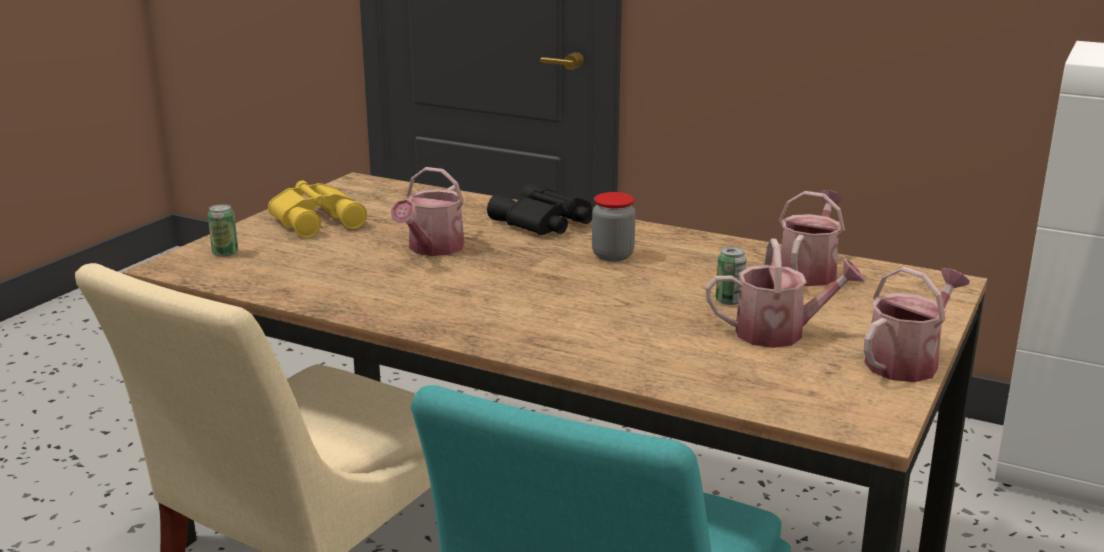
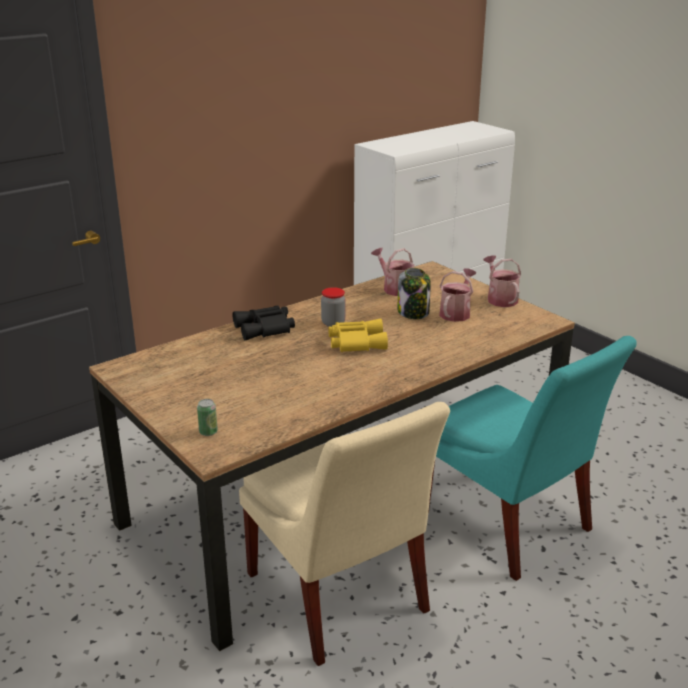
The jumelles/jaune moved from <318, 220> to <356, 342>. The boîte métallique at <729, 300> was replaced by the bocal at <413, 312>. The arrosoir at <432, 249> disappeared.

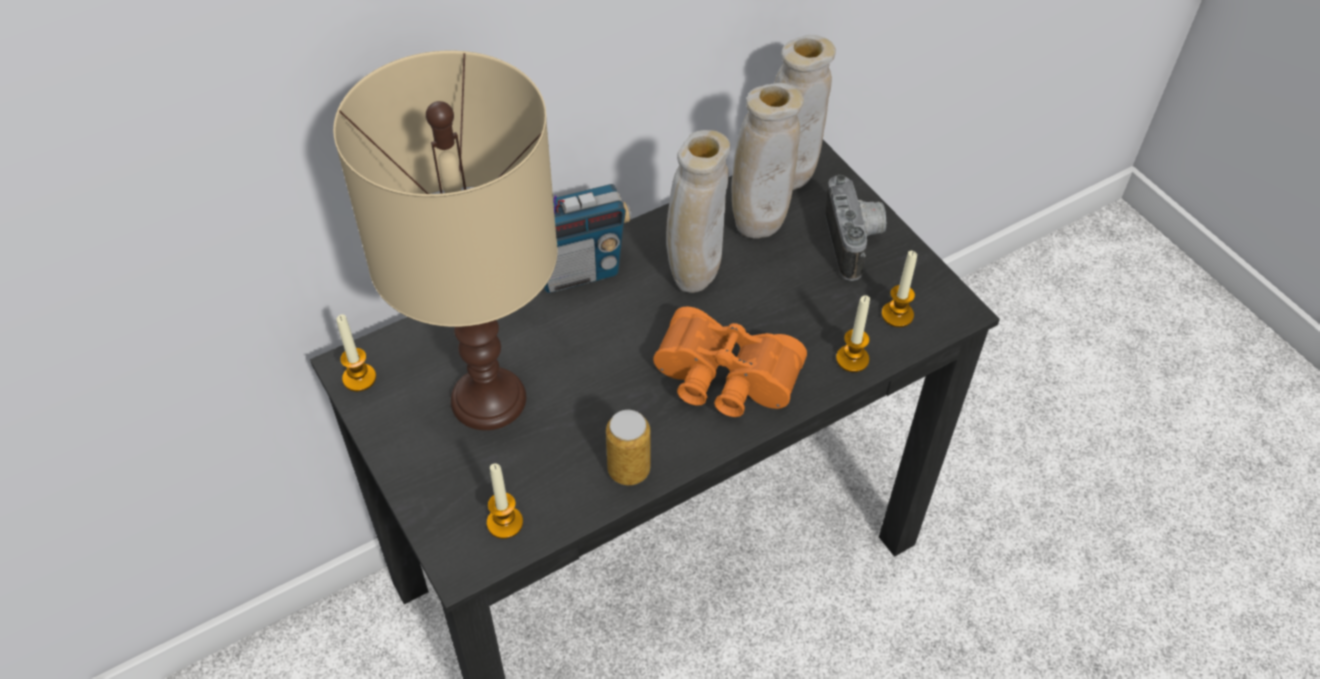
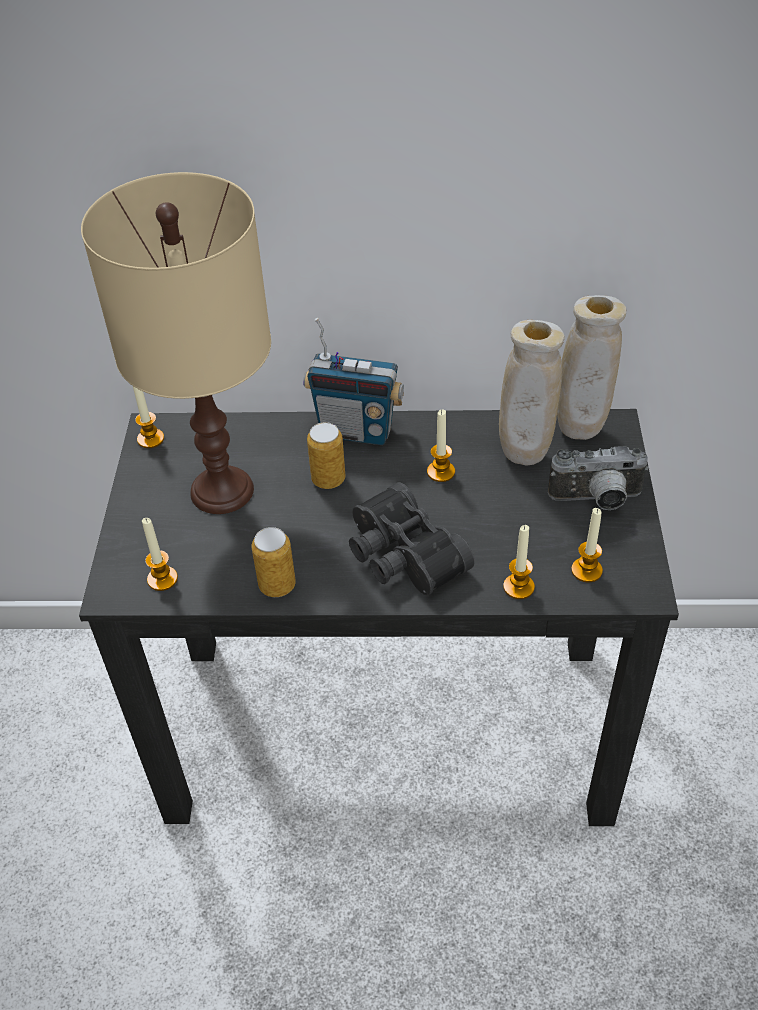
The boîte métallique at <328, 479> appeared. The jumelles/orange at <724, 381> became the jumelles/noir at <401, 556>. The vase/beige at <693, 278> was replaced by the bougie at <441, 472>. The appareil photo at <855, 243> turned 60 degrees clockwise.

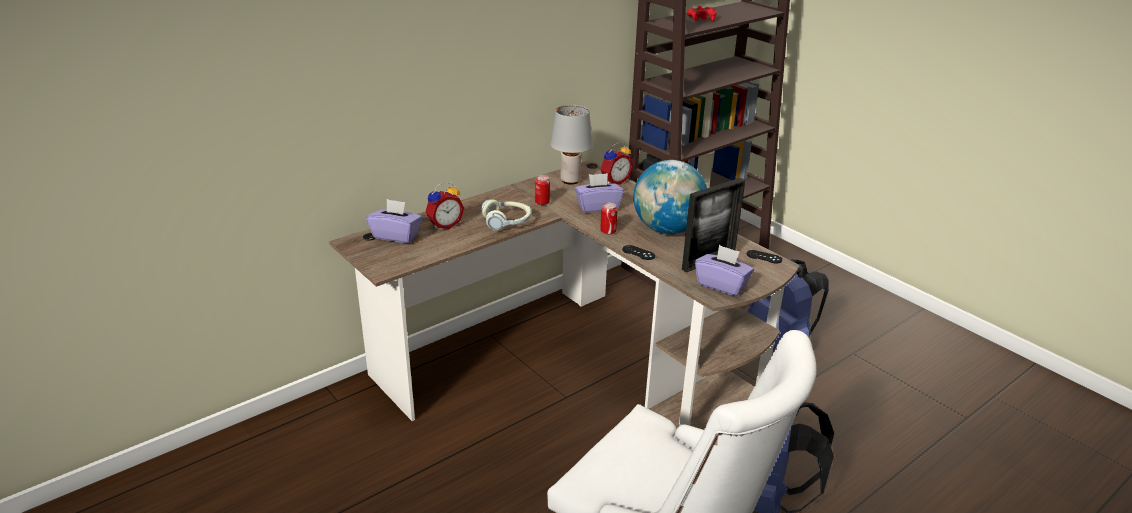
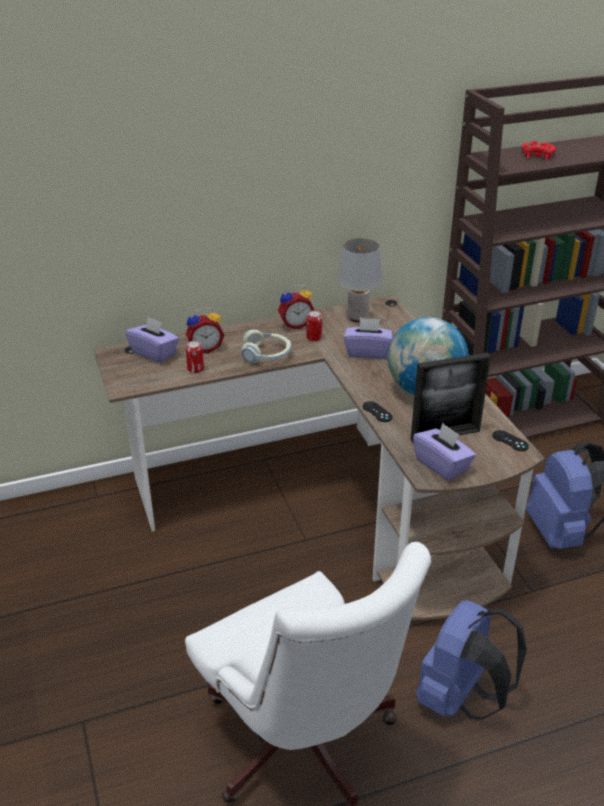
The boîte métallique moved from <608, 231> to <195, 369>. The réveil moved from <614, 181> to <295, 324>.

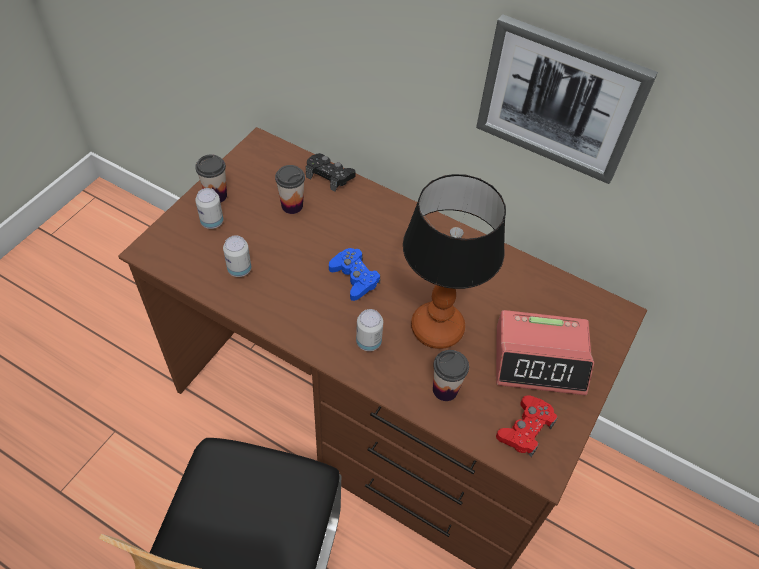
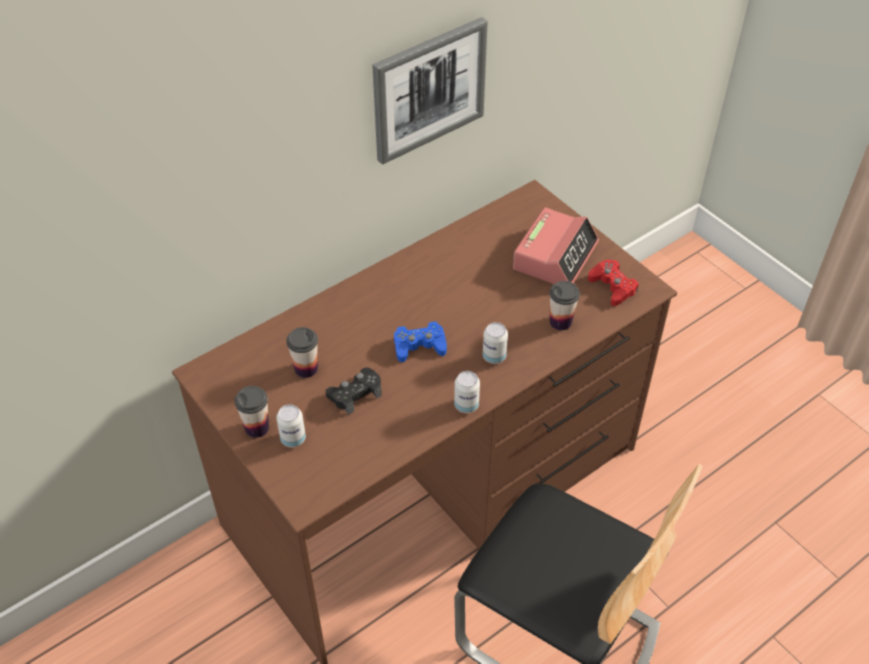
The manette/noir moved from <329, 175> to <355, 394>. The boîte métallique moved from <239, 269> to <466, 405>. The lampe de table at <438, 328> disappeared.

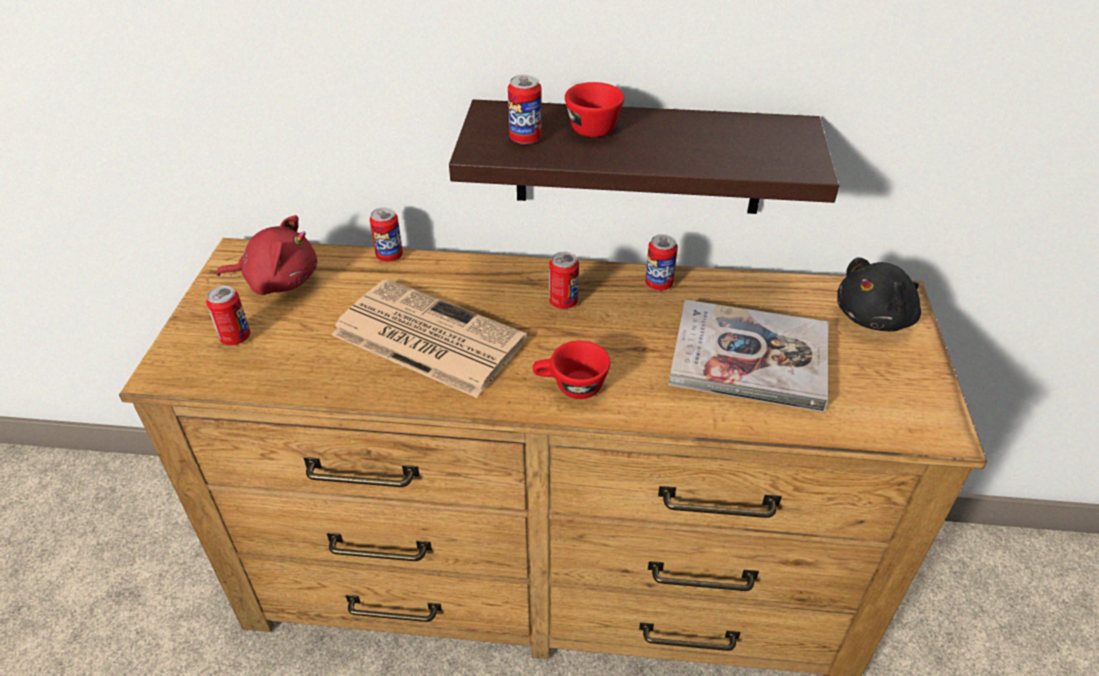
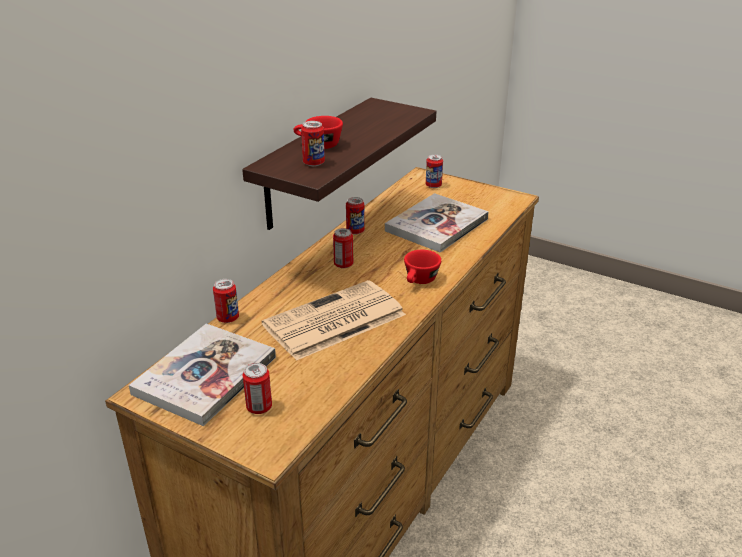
The peluche/rouge at <278, 280> was replaced by the livre at <205, 375>. The peluche/noir at <876, 317> was replaced by the boîte métallique at <433, 185>.

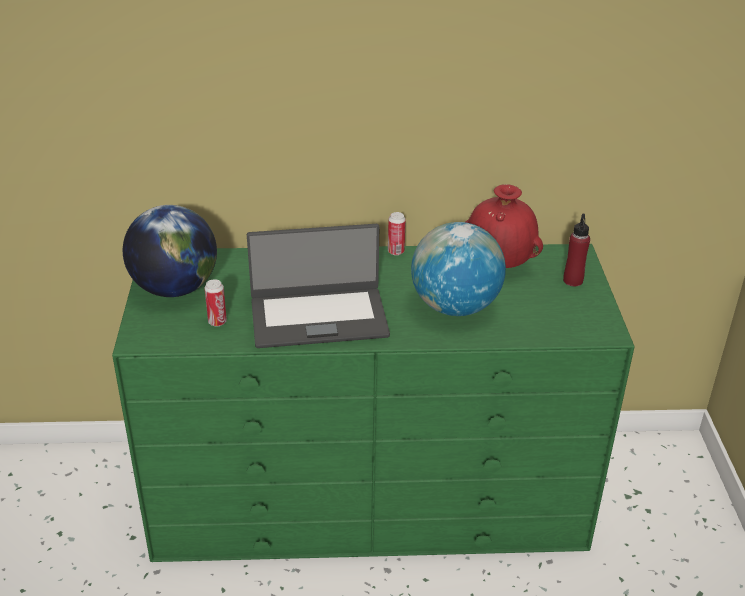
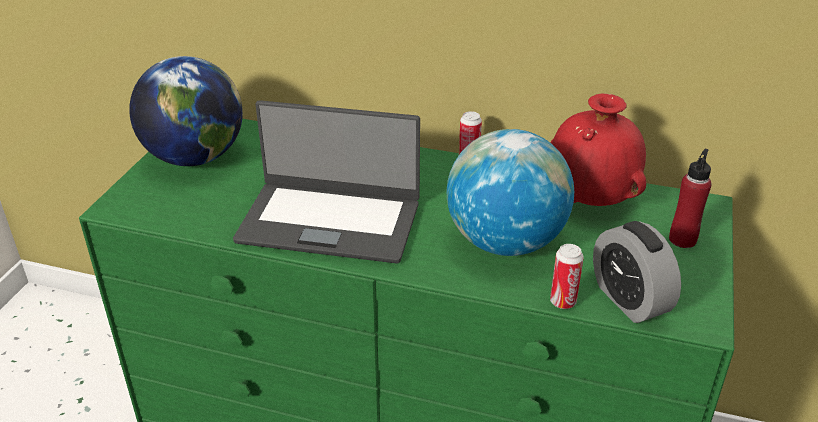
The boîte métallique moved from <217, 322> to <563, 302>. The réveil at <629, 299> appeared.

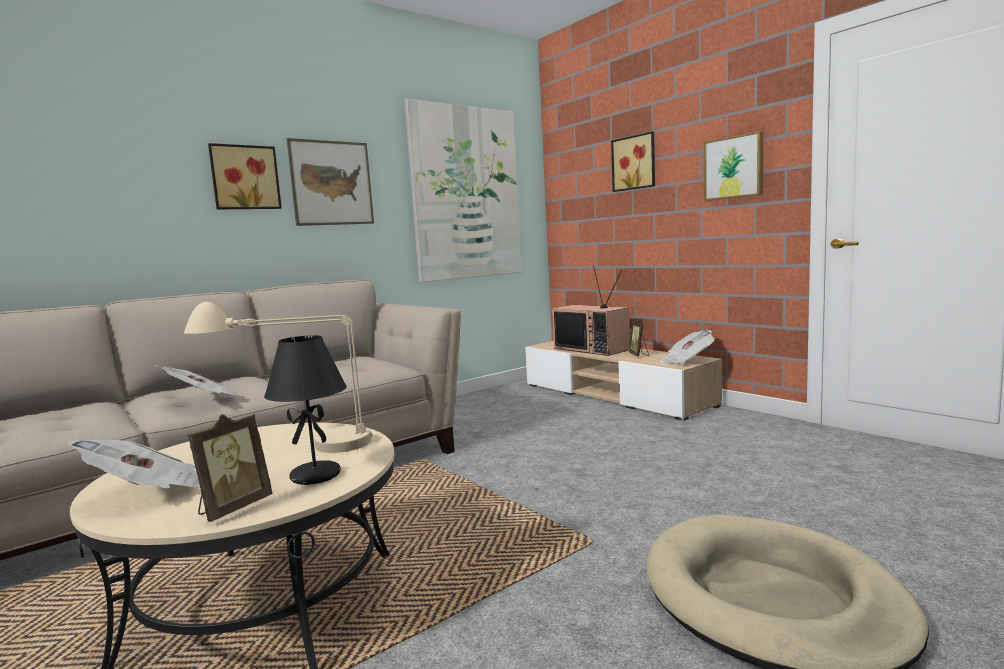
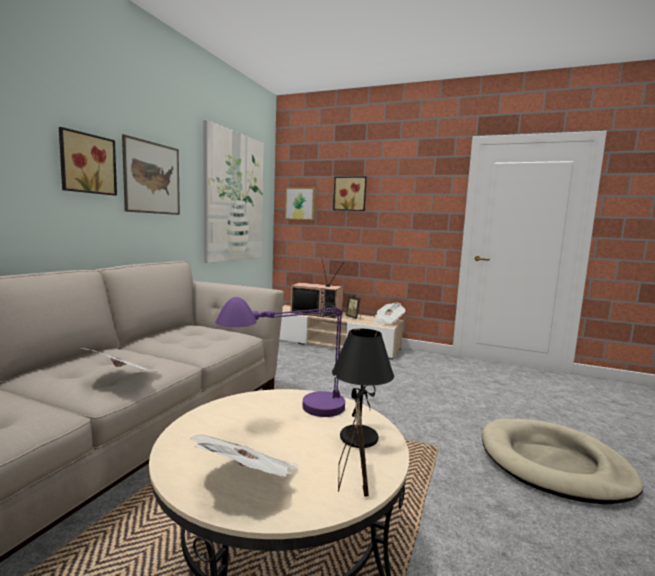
The lampe de table/beige at <293, 446> became the lampe de table/violet at <289, 415>. The tableau moved from <734, 167> to <300, 203>.

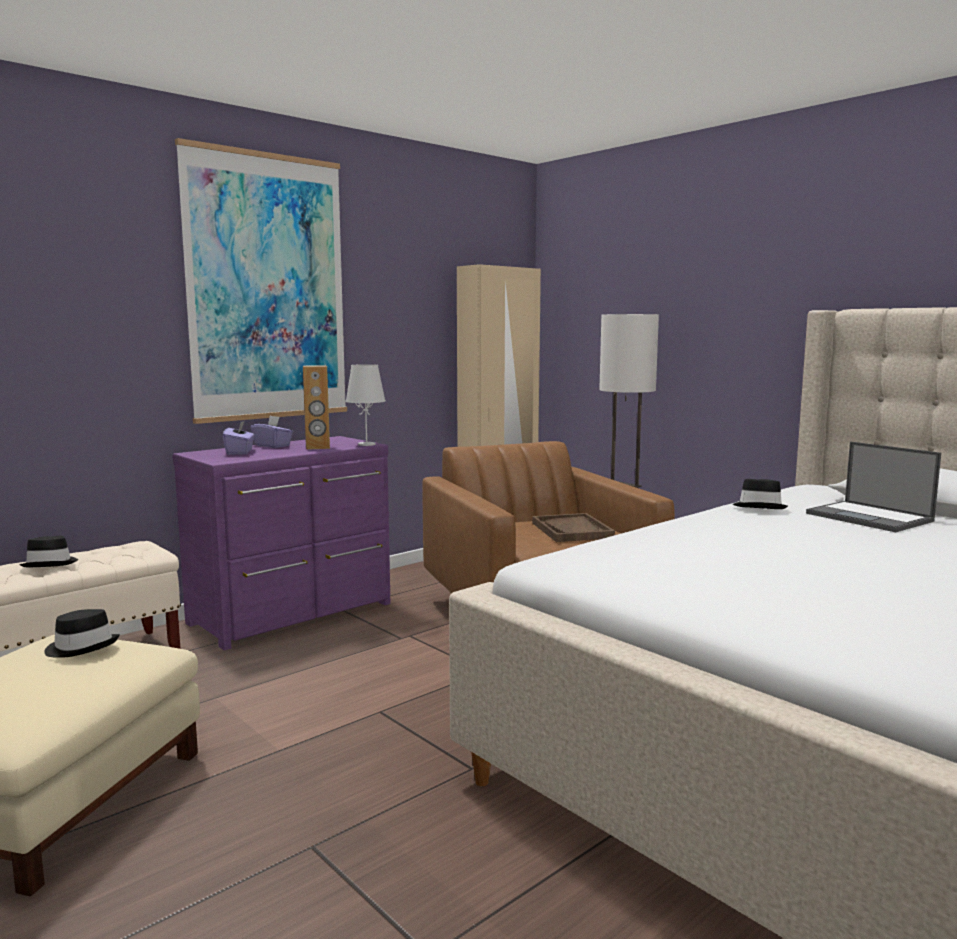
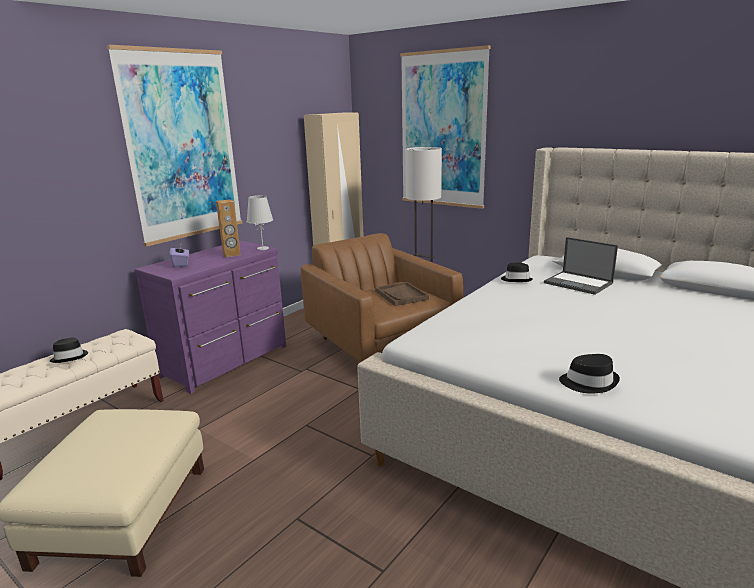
The tableau at <443, 130> appeared. The chapeau/noir moved from <82, 647> to <589, 382>. The boîte à mouchoirs/violet at <272, 446> disappeared.

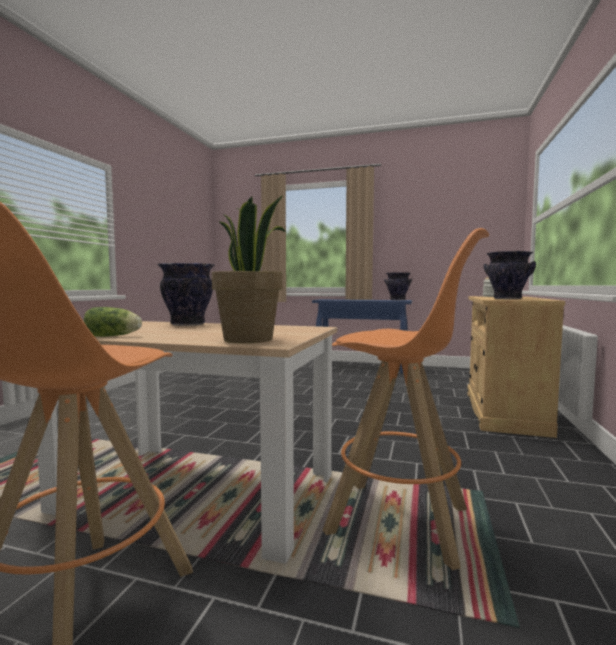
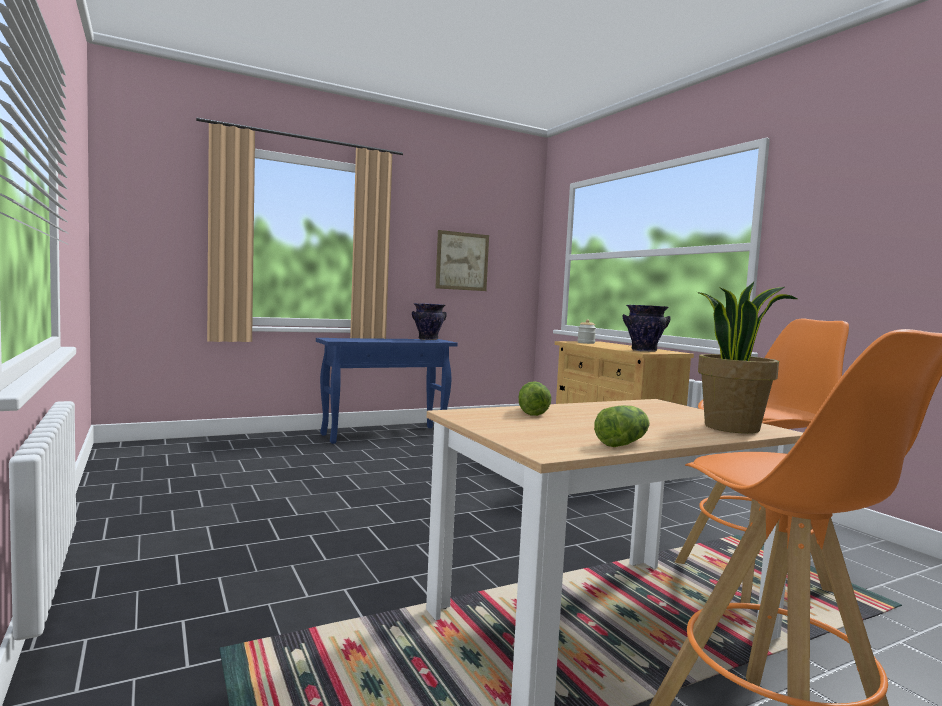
The tableau at <462, 261> appeared. The vase at <187, 324> was replaced by the laitue at <533, 411>.

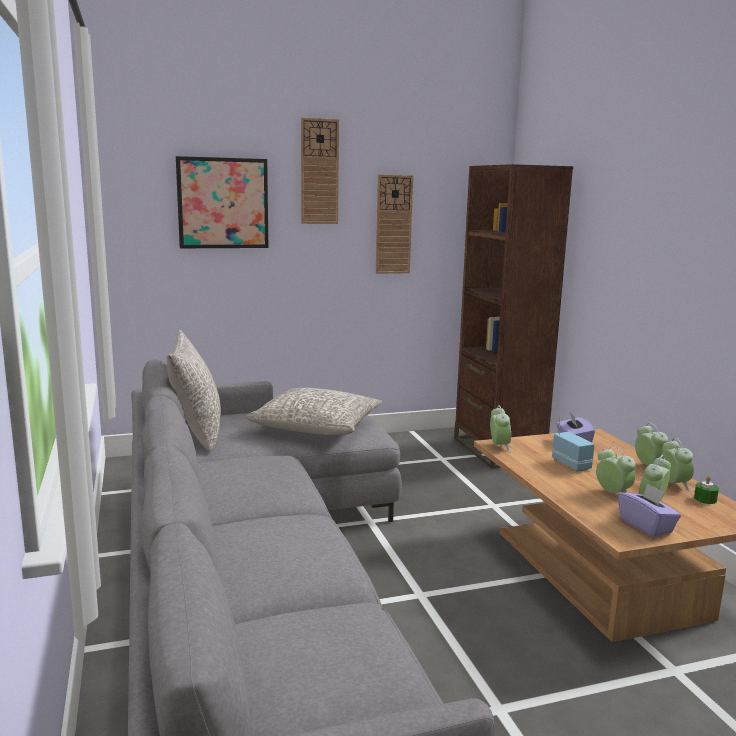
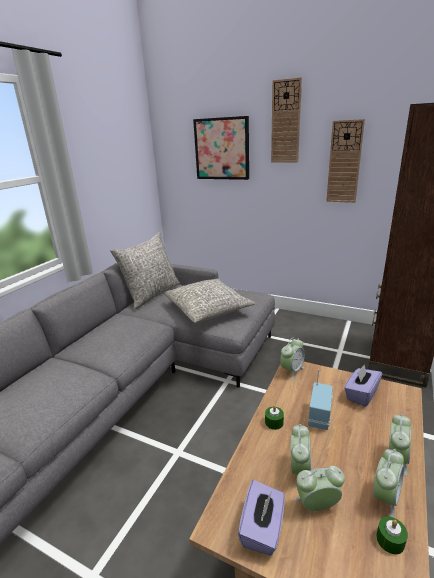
The bougie/vert at <274, 422> appeared.

